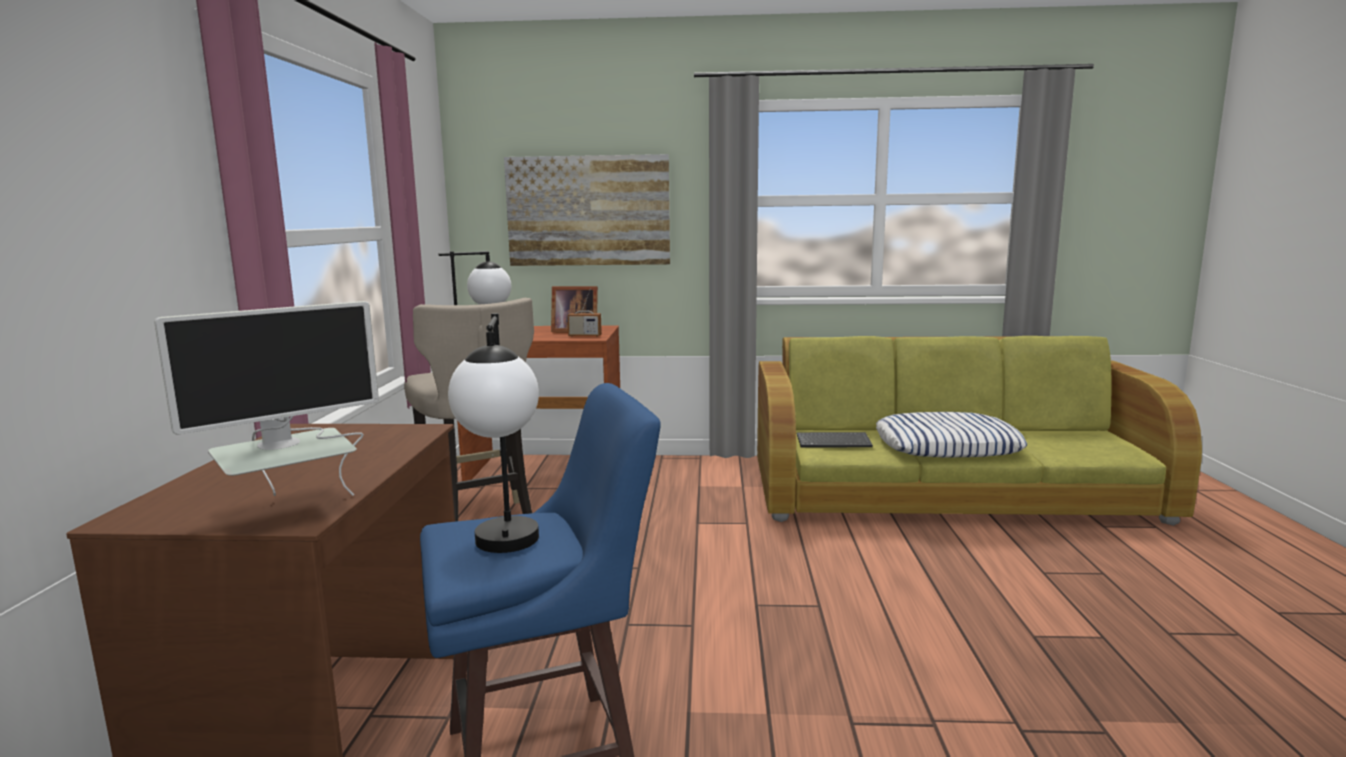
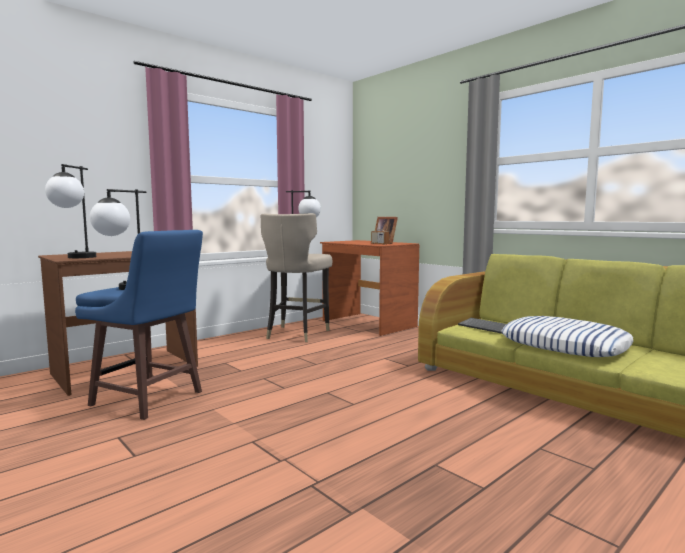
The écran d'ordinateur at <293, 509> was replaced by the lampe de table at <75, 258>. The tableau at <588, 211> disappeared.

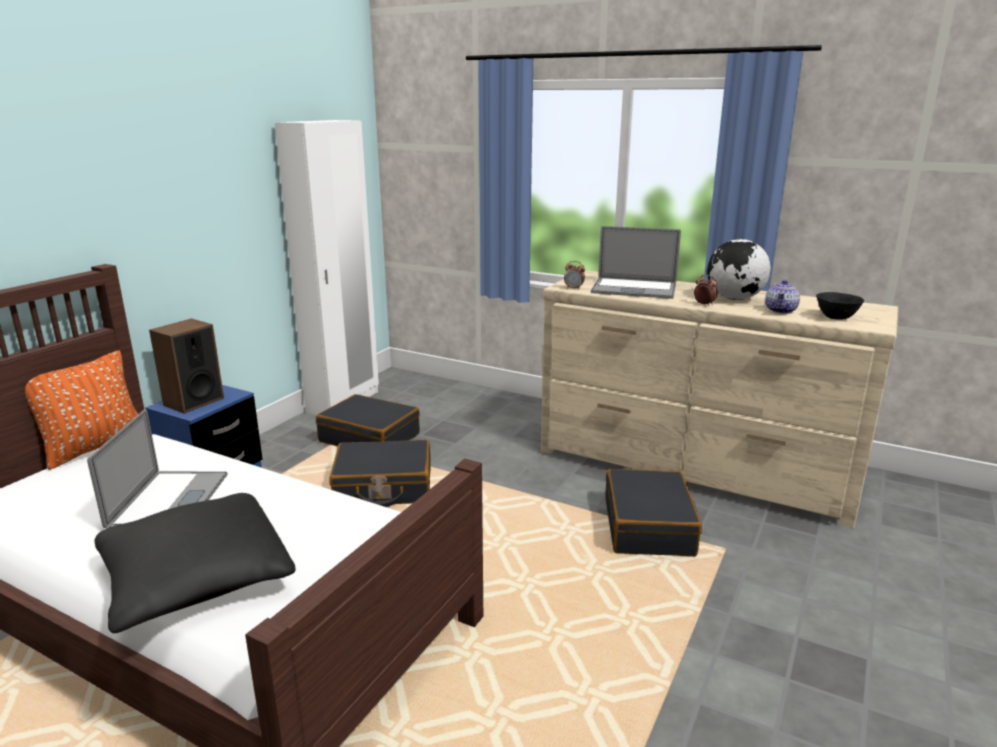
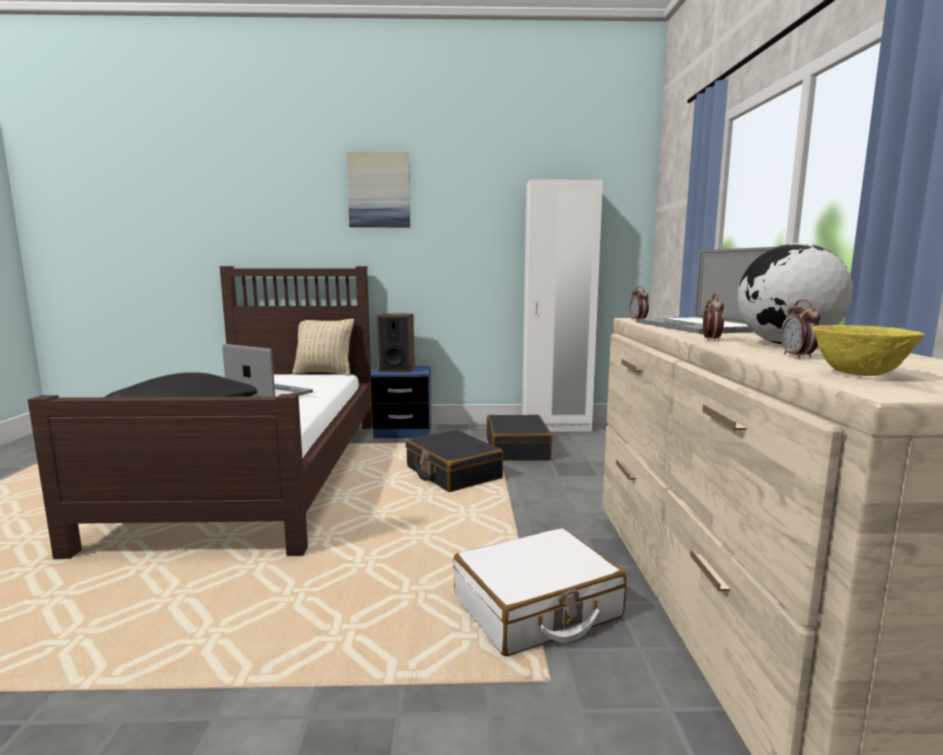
The ordinateur portable at <169, 501> turned 120 degrees counterclockwise. The coussin/orange at <95, 448> became the coussin/beige at <324, 373>. The tableau at <379, 190> appeared. The valise/noir at <649, 526> became the valise/blanc at <537, 608>. The théière at <781, 310> was replaced by the réveil at <797, 357>. The bol/noir at <836, 318> became the bol/jaune at <859, 374>.

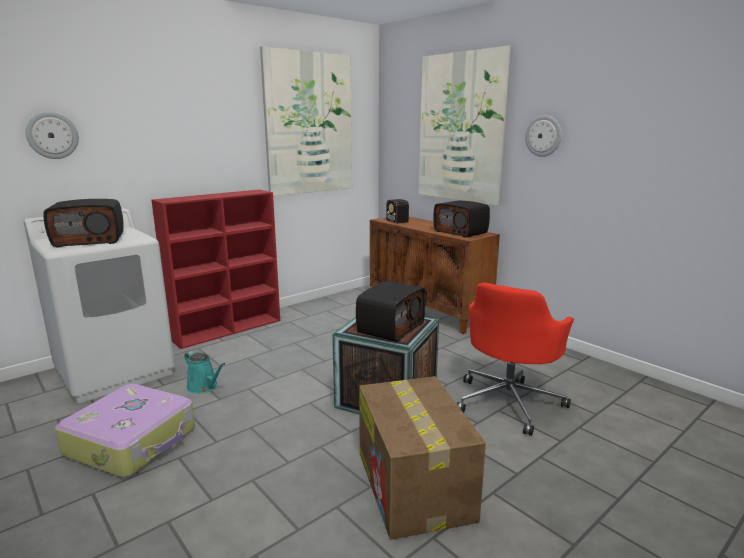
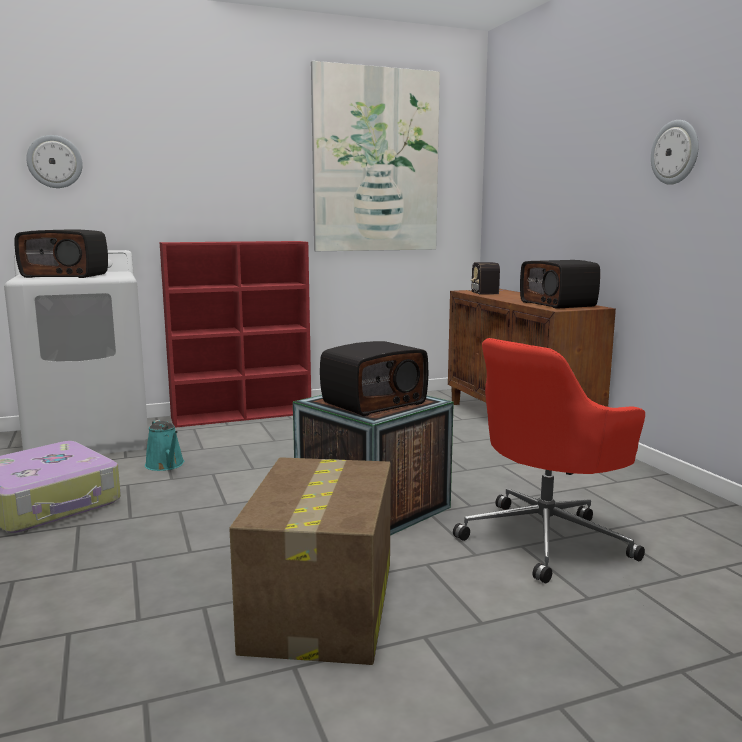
The tableau at <461, 128> disappeared.

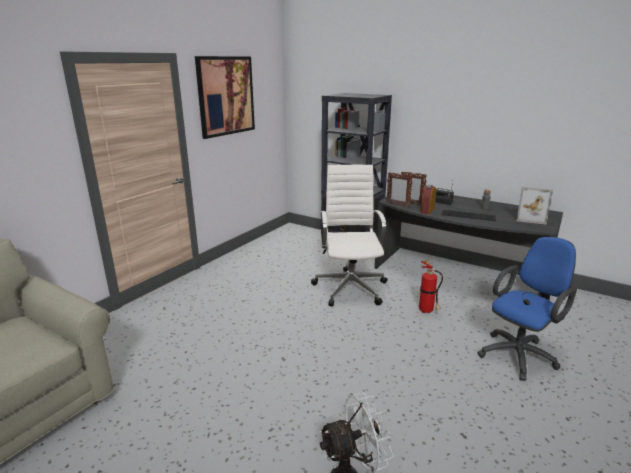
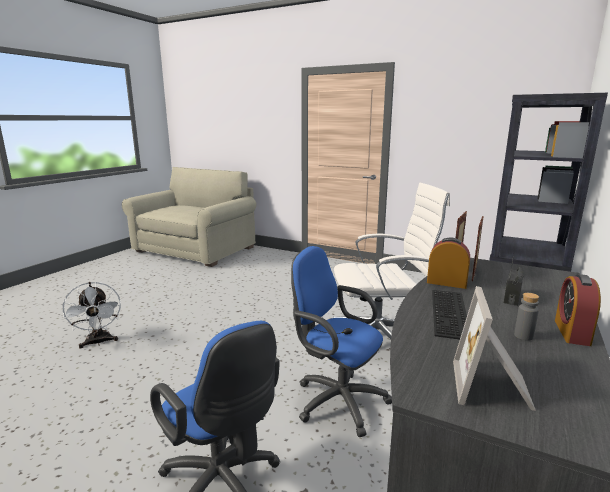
The extincteur at <427, 311> was replaced by the chaise de bureau/bleu at <336, 400>. The réveil at <572, 332> appeared. The tableau at <226, 96> disappeared.

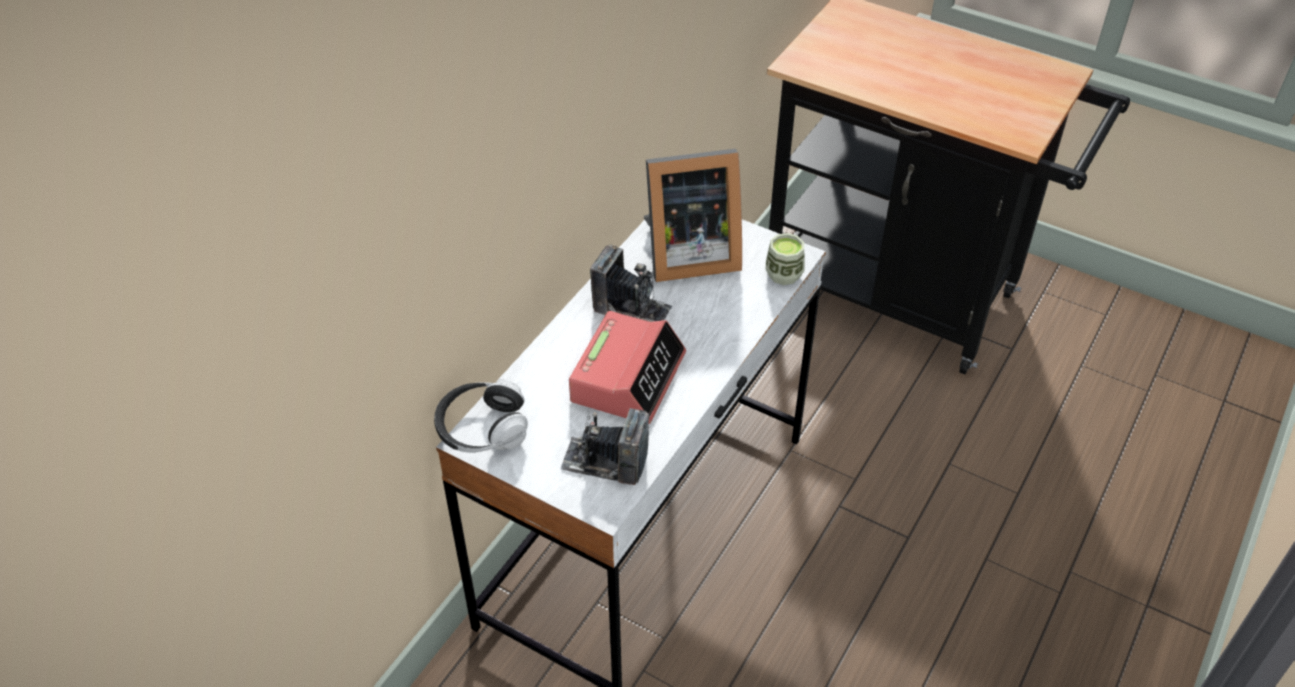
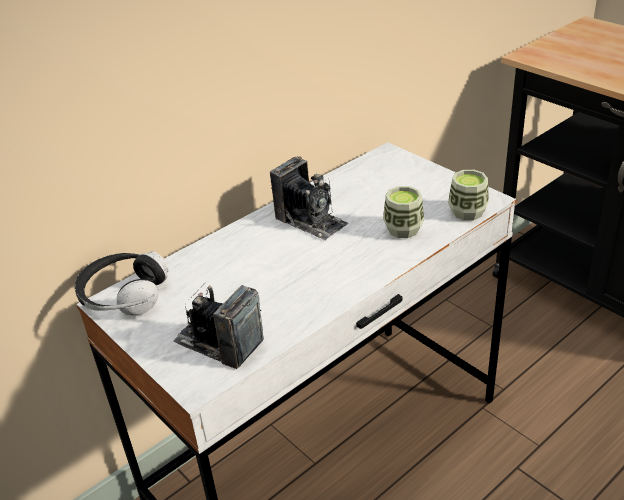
The tasse at <403, 229> appeared. The réveil at <628, 377> disappeared. The cadre photo at <687, 254> disappeared.

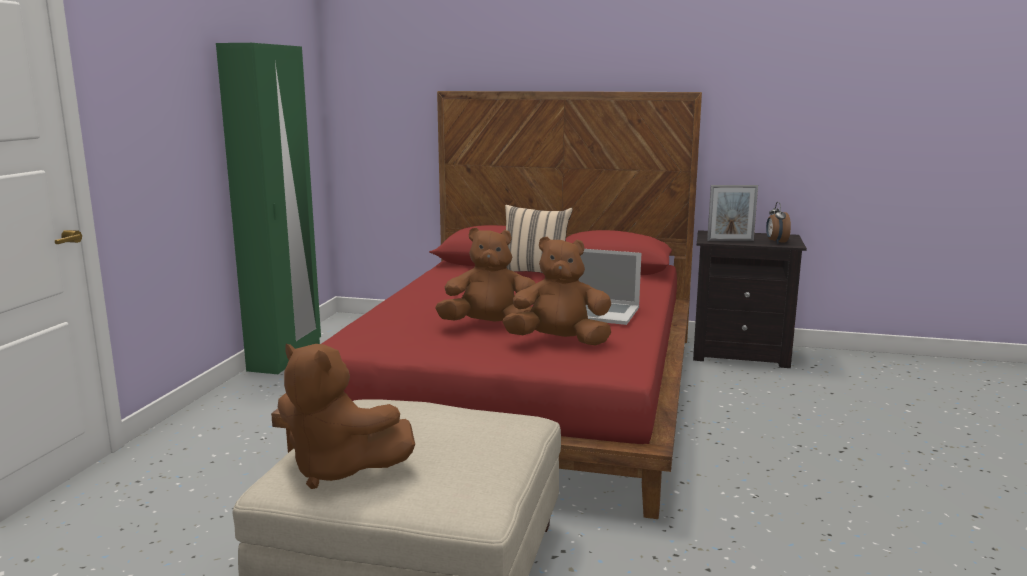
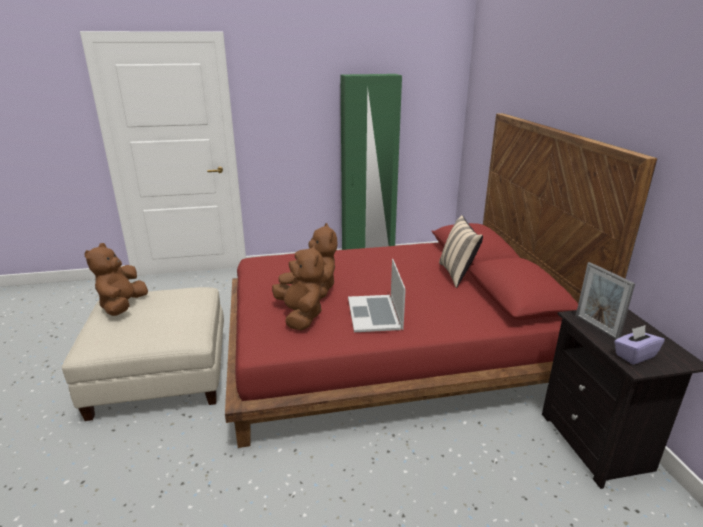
The réveil at <776, 242> was replaced by the boîte à mouchoirs/violet at <634, 355>.

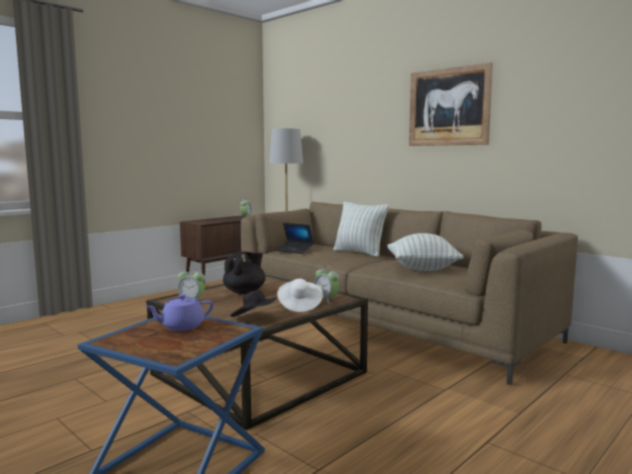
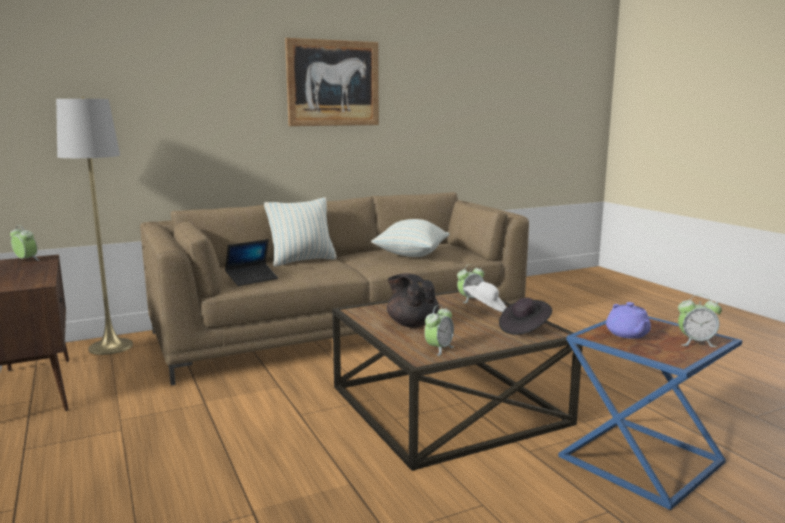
The réveil at <696, 342> appeared.

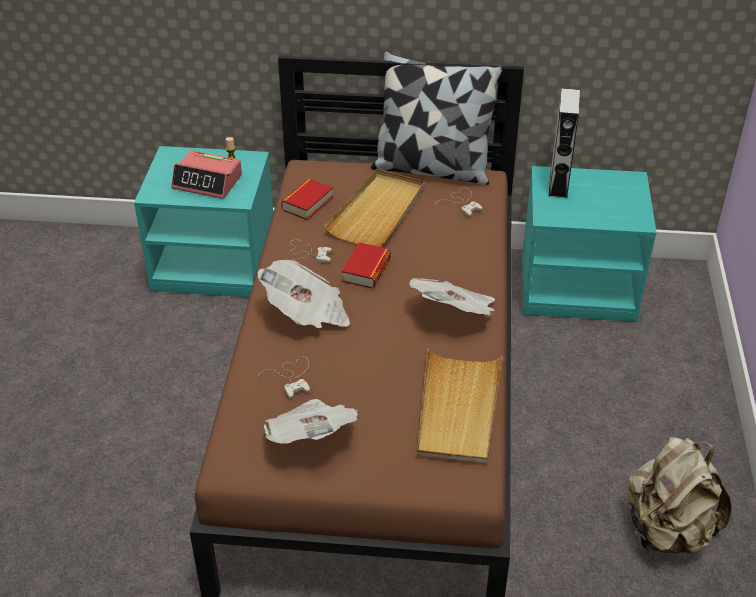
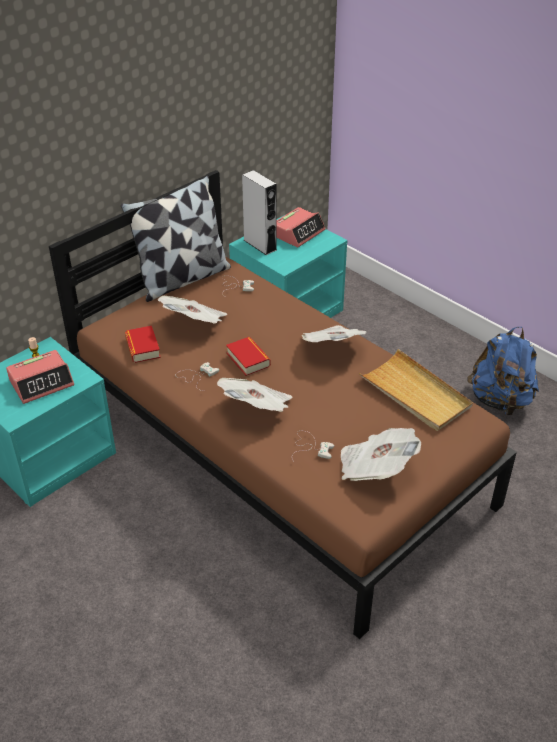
The plateau/beige at <378, 212> was replaced by the journal at <195, 323>. The réveil at <298, 233> appeared. The sac à dos/beige at <667, 531> became the sac à dos/bleu at <500, 400>.

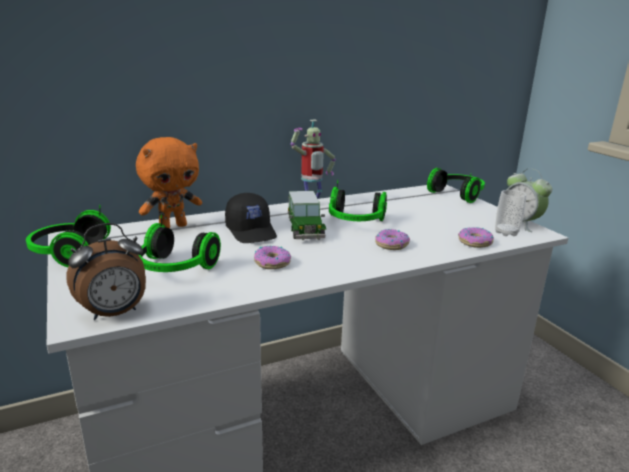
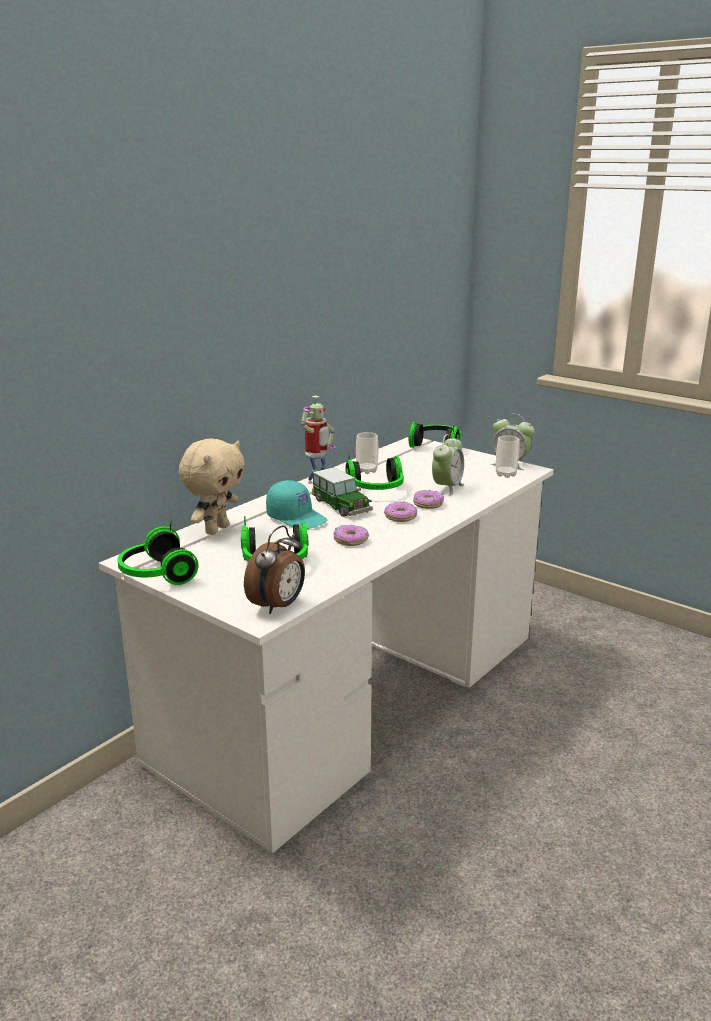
The peluche/orange at <173, 226> became the peluche/beige at <216, 529>. The casquette/noir at <252, 231> became the casquette/turquoise at <297, 518>. The tasse at <367, 471> appeared. The beignet moved from <475, 242> to <401, 517>. The réveil at <447, 488> appeared.

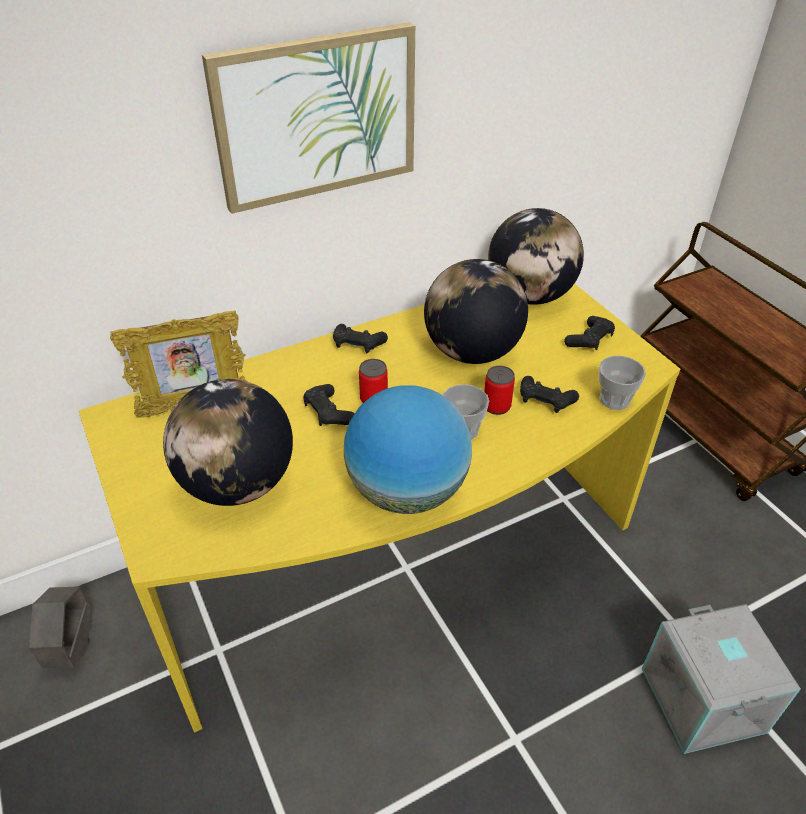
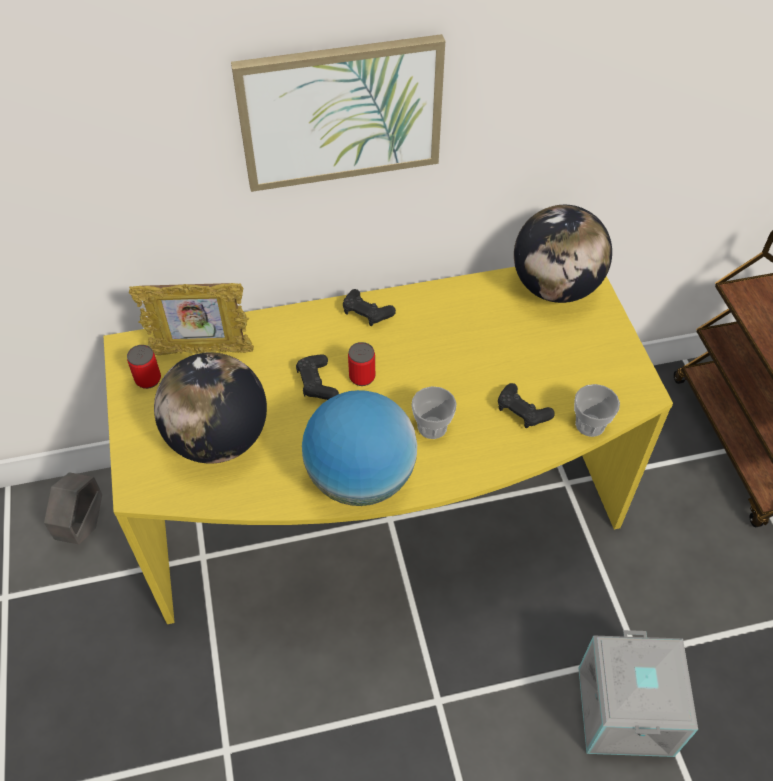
The boîte métallique moved from <496, 406> to <148, 379>. The globe at <472, 352> disappeared. The manette/noir at <589, 340> disappeared.

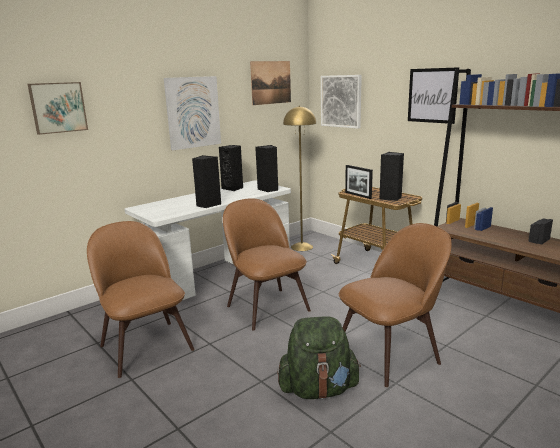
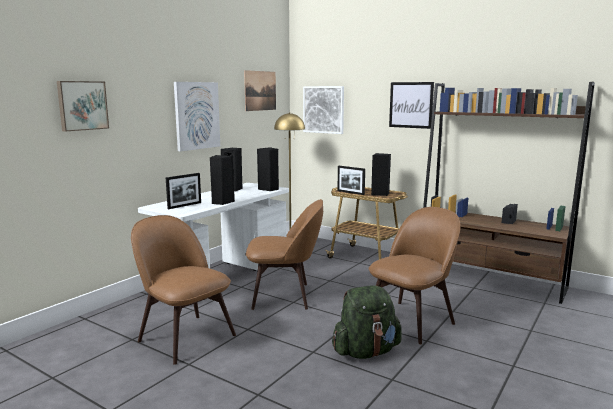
The cadre photo at <184, 205> appeared. The chaise/marron at <266, 306> turned 135 degrees clockwise.

